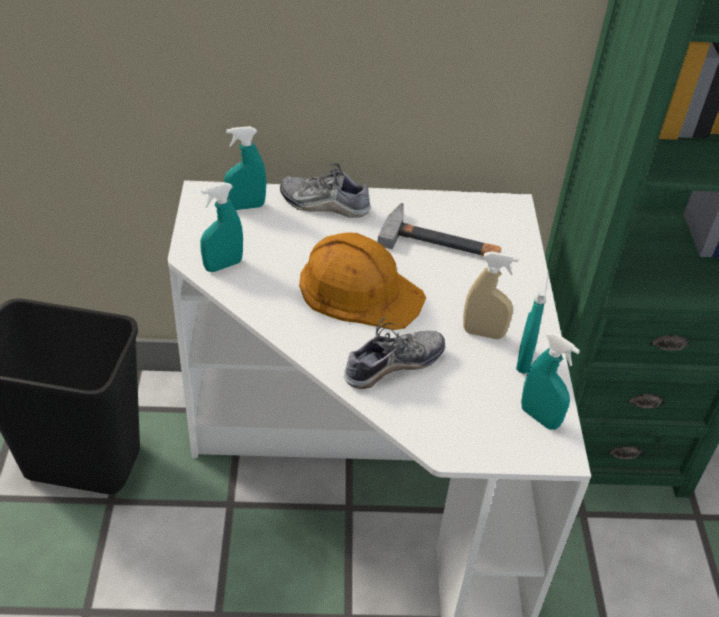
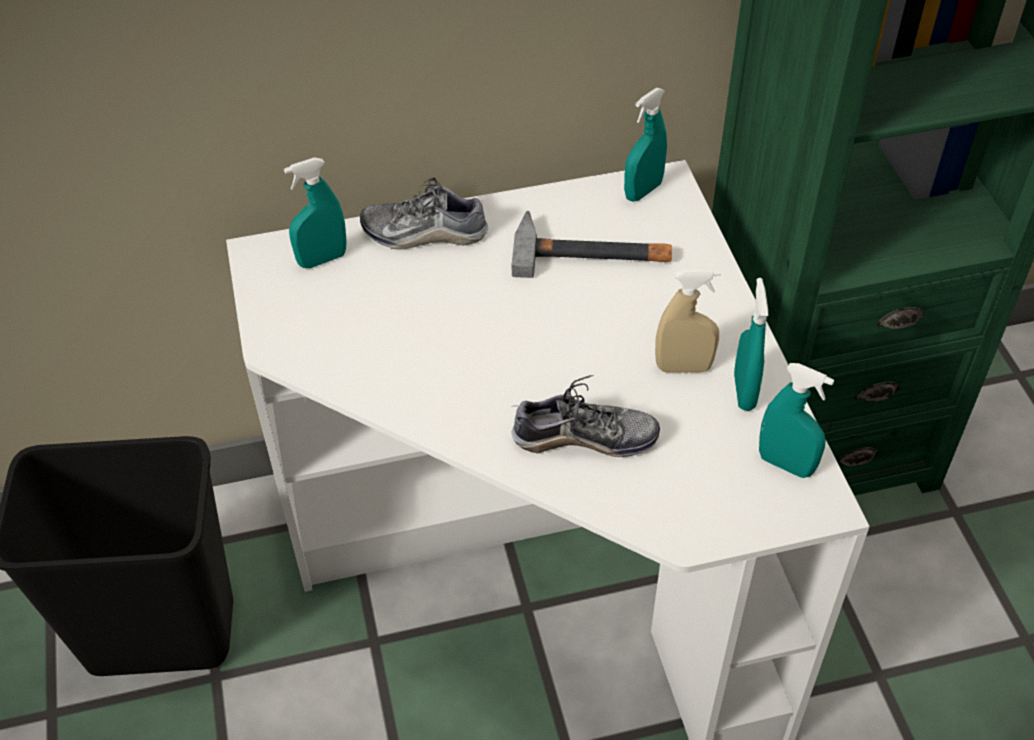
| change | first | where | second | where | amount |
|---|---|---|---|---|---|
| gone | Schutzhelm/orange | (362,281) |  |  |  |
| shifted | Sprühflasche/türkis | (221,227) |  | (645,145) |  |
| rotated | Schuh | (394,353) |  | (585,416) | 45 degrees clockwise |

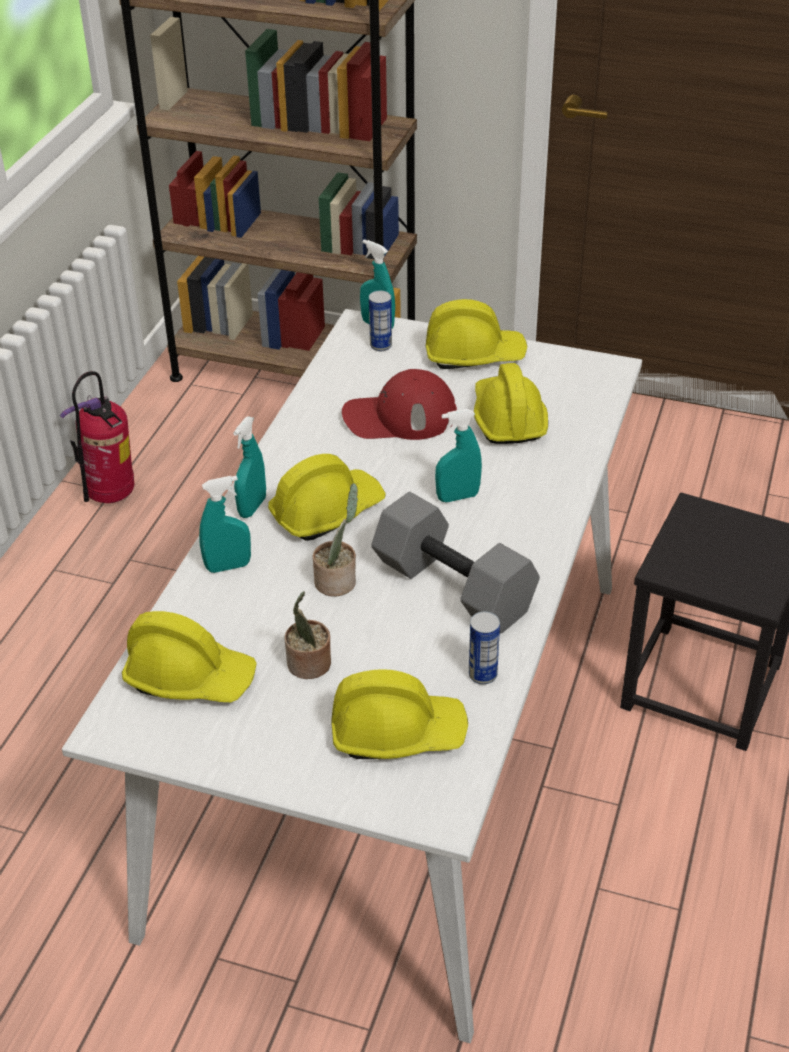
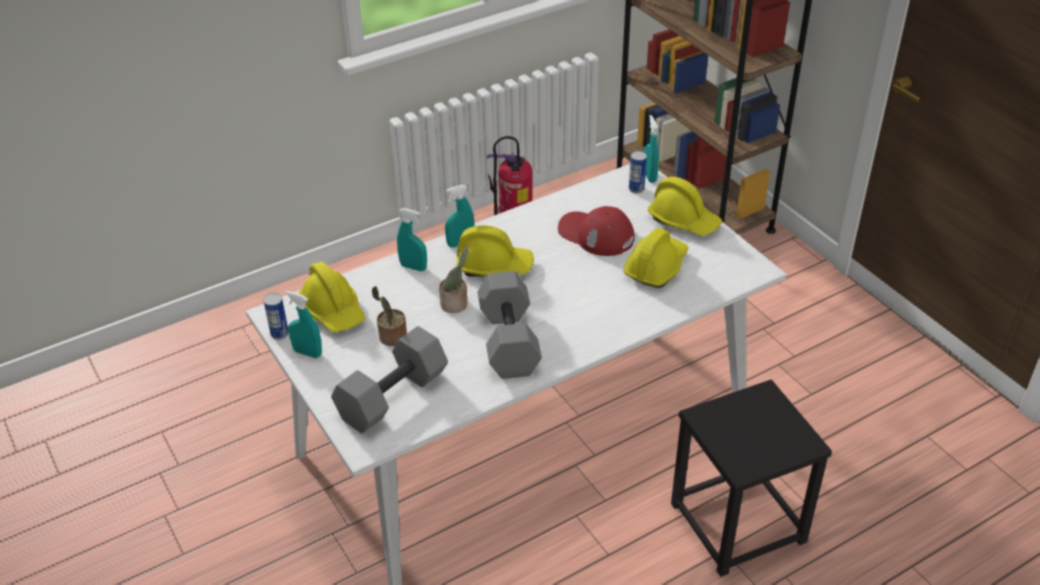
| change | first | where | second | where | amount |
|---|---|---|---|---|---|
| shifted | Sprühflasche/türkis | (458,455) |  | (303,324) |  |
| shifted | Dose | (484,648) |  | (276,316) |  |
| swapped | Schutzhelm/gelb | (399,714) | Hantel/grau | (389,380) |  |

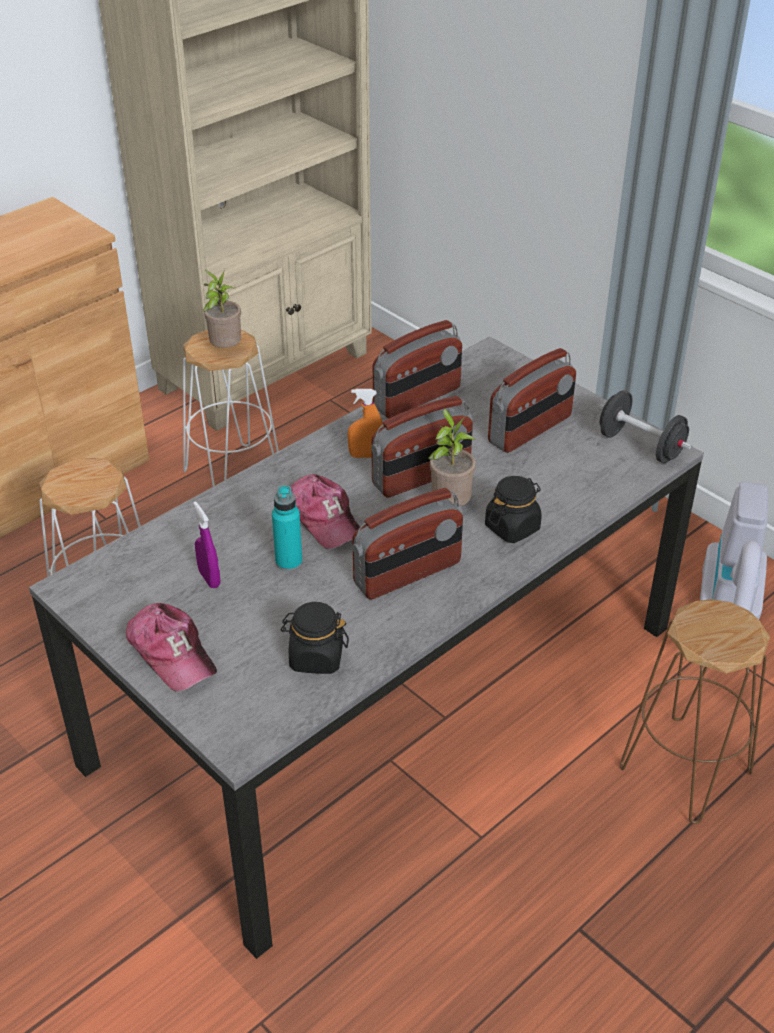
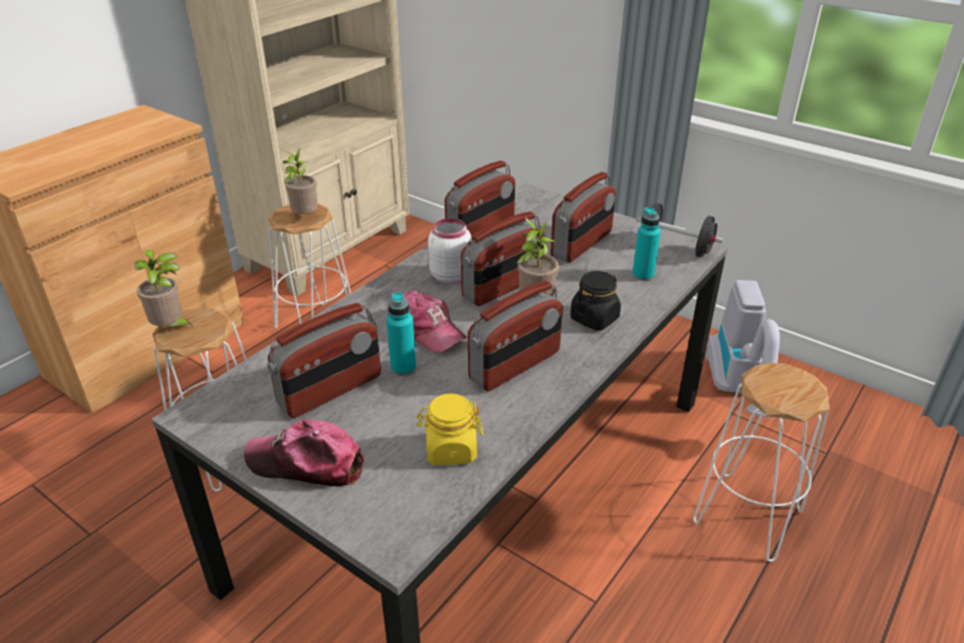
| change | first | where | second | where | amount |
|---|---|---|---|---|---|
| new |  |  | Topfpflanze | (163,288) |  |
| new |  |  | Flasche/türkis | (646,244) |  |
| swapped | Sprühflasche/lila | (206,544) | Radio | (324,360) |  |
| swapped | Sprühflasche/orange | (365,423) | Vorratsglas/weiß | (450,251) |  |
| repainted | Vorratsglas/schwarz | (315,638) | Vorratsglas/gelb | (450,429) |  |
| repainted | Hocker/braun | (695,711) | Hocker/weiß | (761,462) |  |
| rotated | Kappe | (171,647) |  | (304,452) | 150 degrees clockwise |

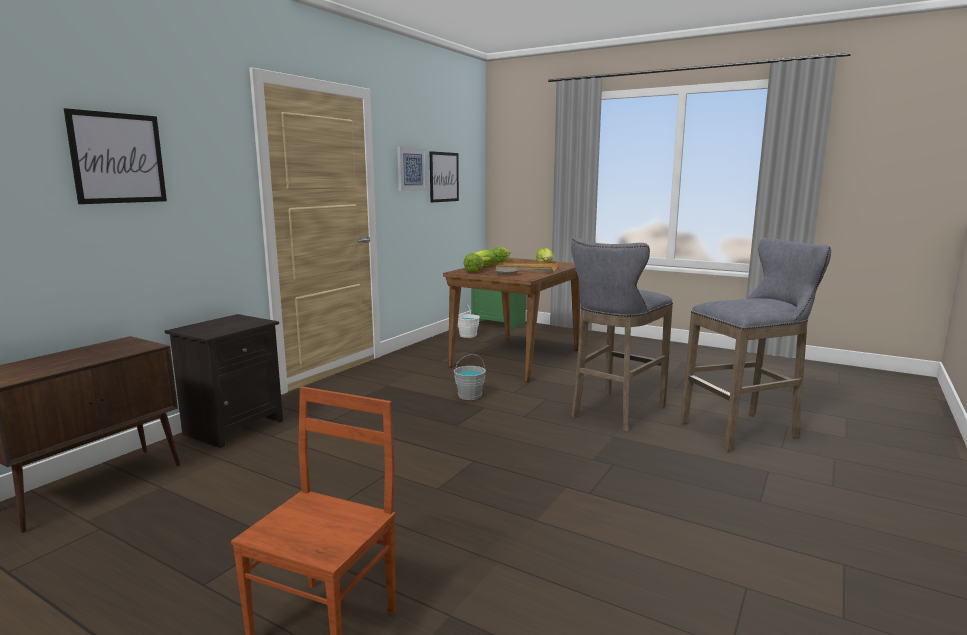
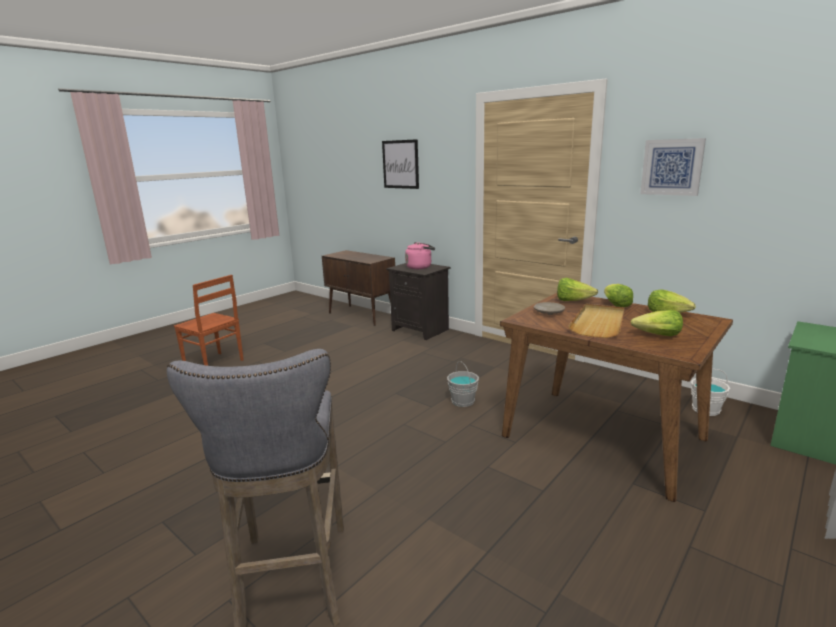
| change | first | where | second | where | amount |
|---|---|---|---|---|---|
| gone | Bild | (444,177) |  |  |  |
| gone | Hocker/grau | (622,335) |  |  |  |
| new |  |  | Wasserkessel/rosa | (420,255) |  |

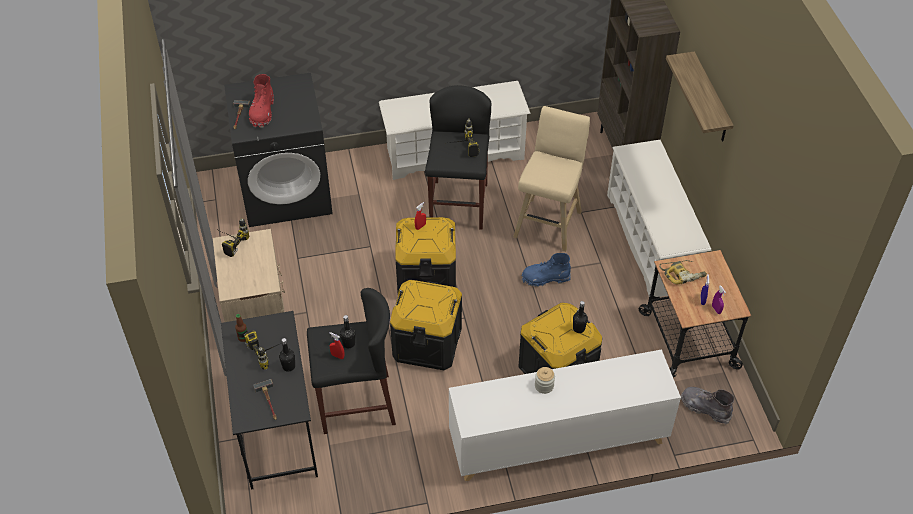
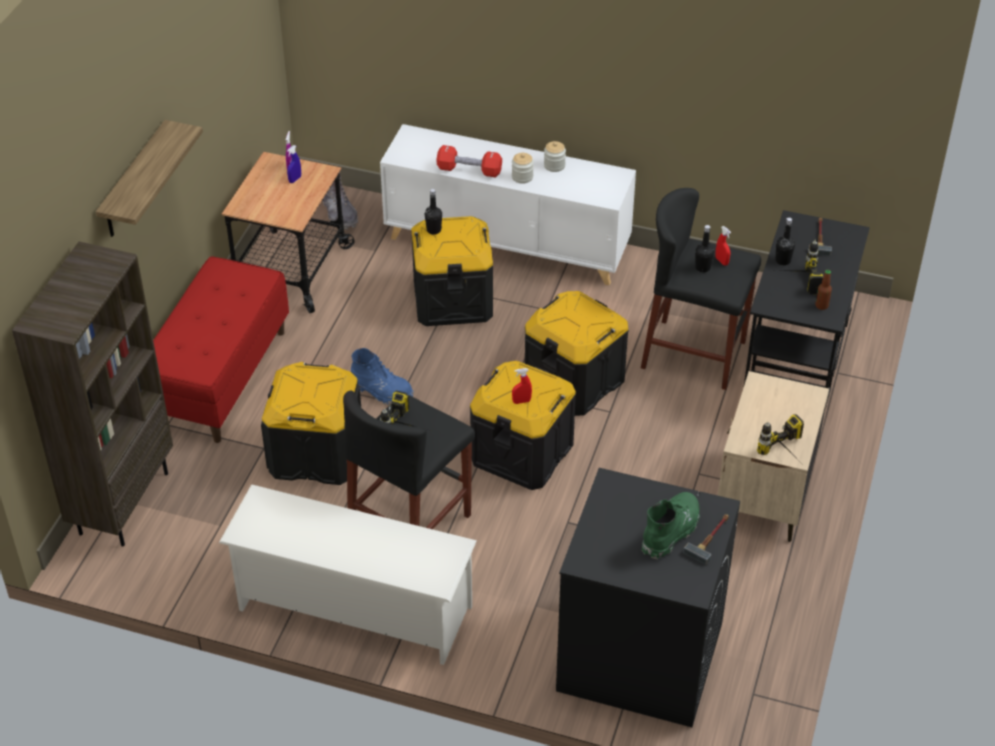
| change | first | where | second | where | amount |
|---|---|---|---|---|---|
| gone | Bohrmaschine | (683,272) |  |  |  |
| new |  |  | Hantel/rot | (469,161) |  |
| new |  |  | Vorratsglas | (555,156) |  |
| swapped | Hocker/beige | (551,179) | Aufbewahrungsbox/schwarz | (311,423) |  |
| swapped | Schuhregal/weiß | (659,218) | Bank/rot | (221,349) |  |
| repainted | Stiefel/rot | (261,101) | Stiefel/grün | (670,525) |  |

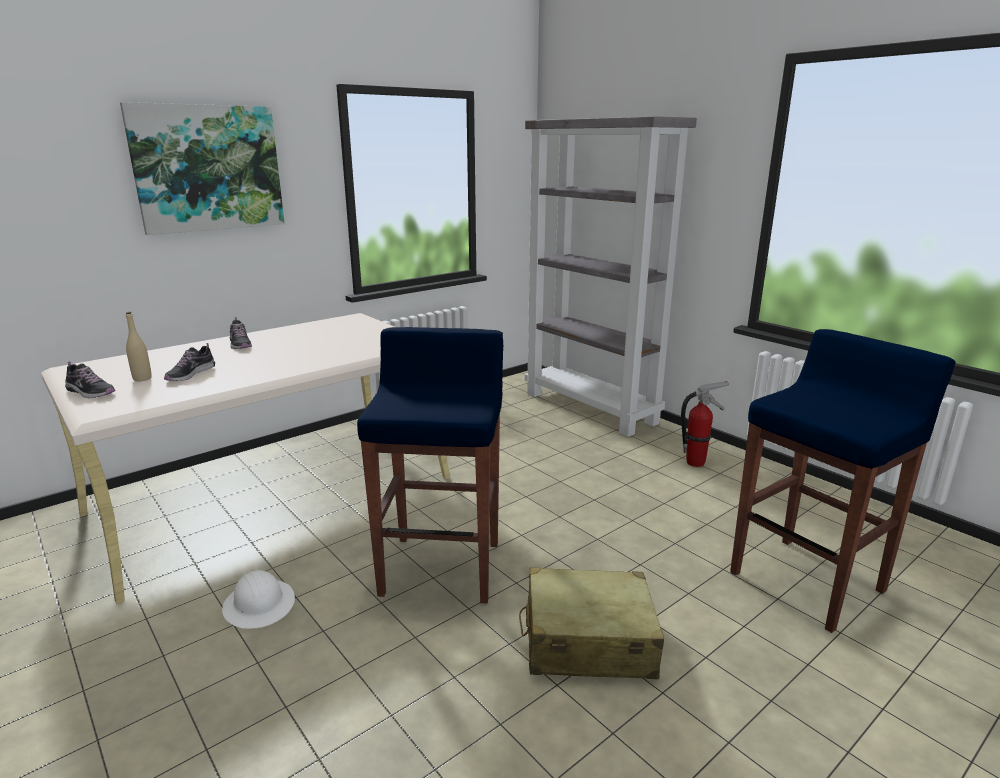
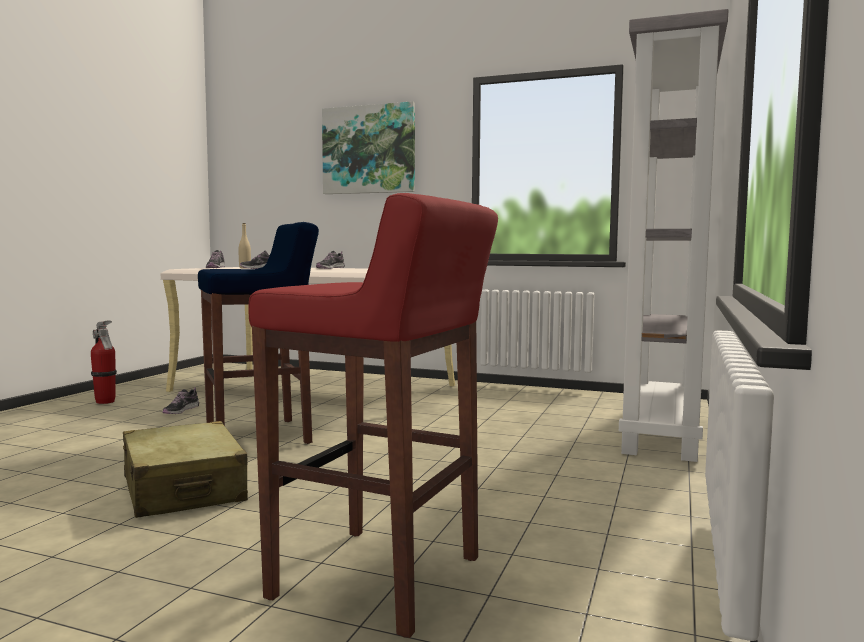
| change | first | where | second | where | amount |
|---|---|---|---|---|---|
| shifted | Feuerlöscher | (705,424) |  | (104,362) |  |
| swapped | Schutzhelm/weiß | (258,599) | Schuh | (180,400) |  |
| repainted | Hocker/blau | (843,481) | Hocker/rot | (373,415) |  |

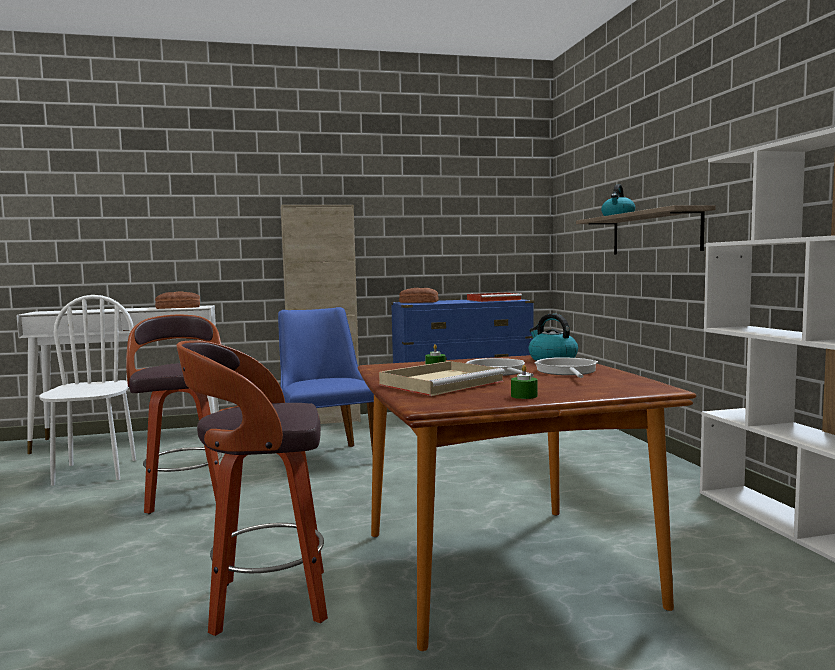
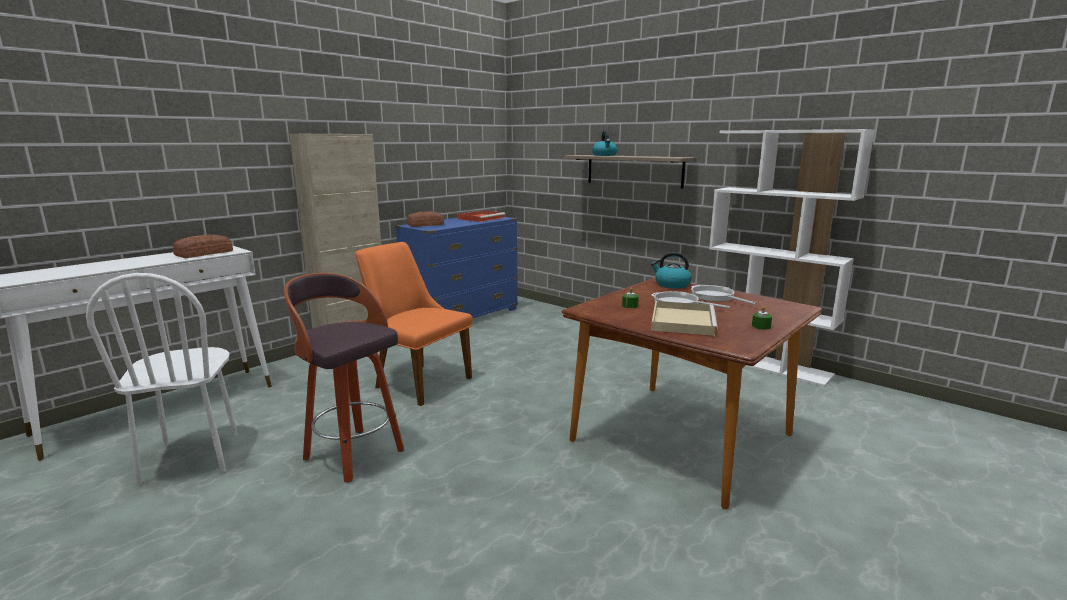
| change | first | where | second | where | amount |
|---|---|---|---|---|---|
| gone | Hocker | (252,488) |  |  |  |
| repainted | Stuhl/blau | (326,381) | Stuhl/orange | (414,324) |  |
| rotated | Stuhl/weiß | (87,390) |  | (162,379) | 150 degrees counterclockwise |

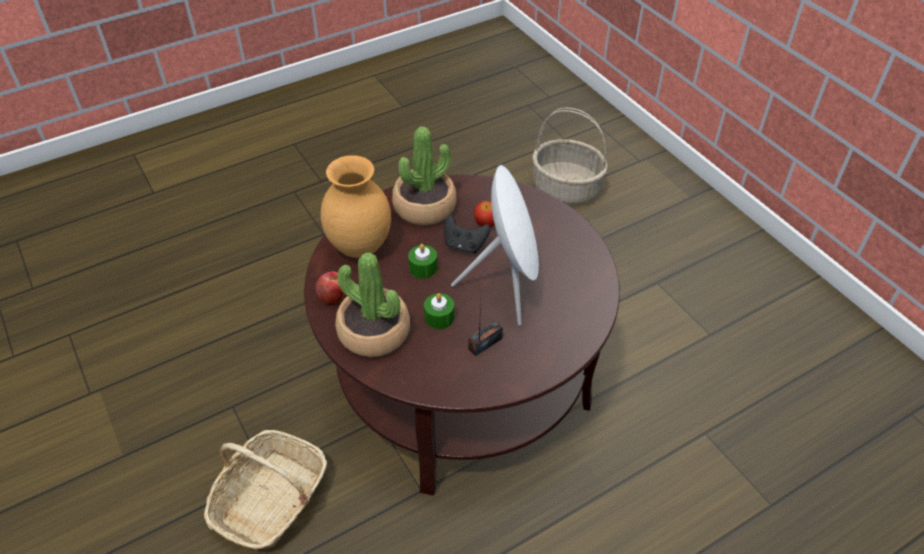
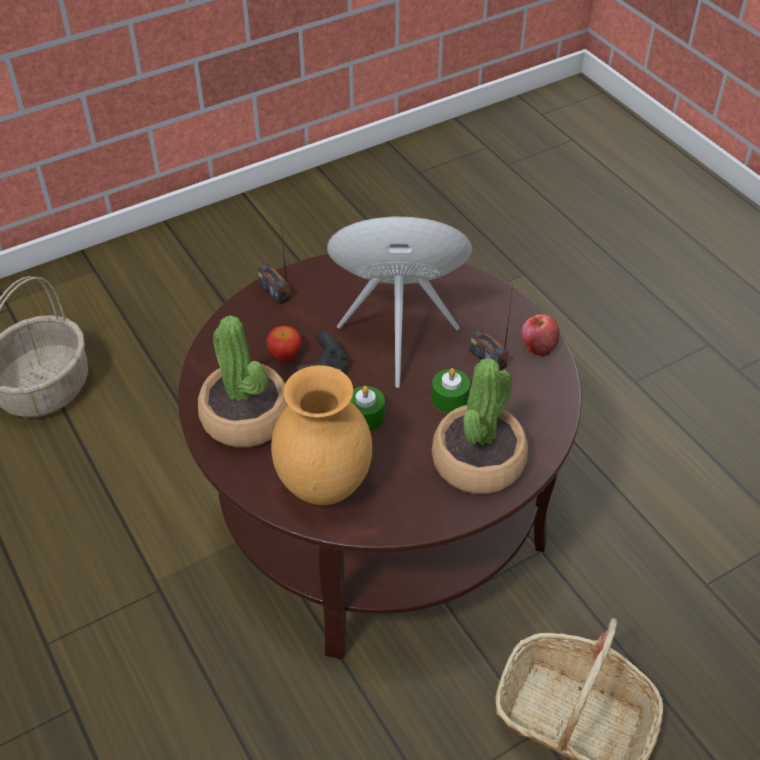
| change | first | where | second | where | amount |
|---|---|---|---|---|---|
| new |  |  | Radio | (273,264) |  |
| shifted | Apfel | (330,288) |  | (540,335) |  |

